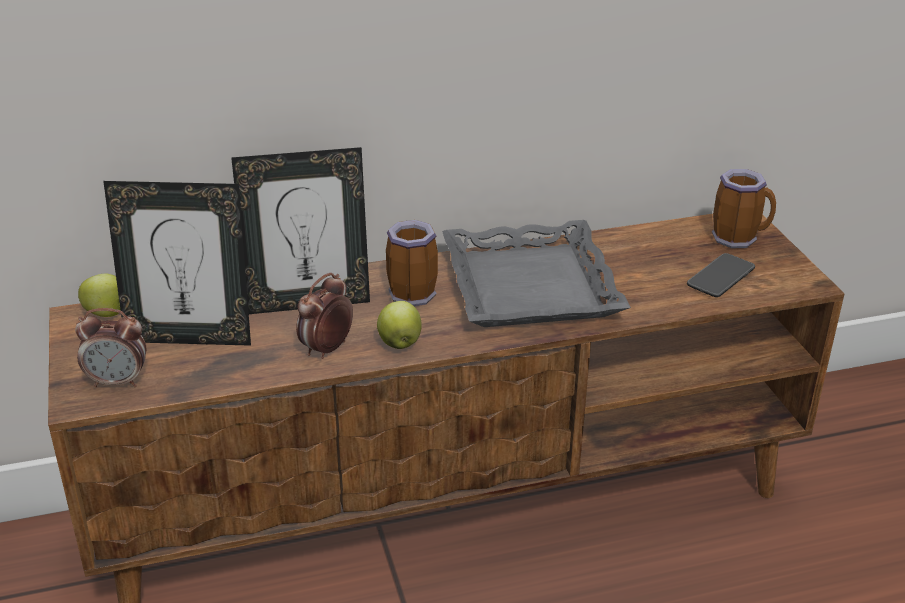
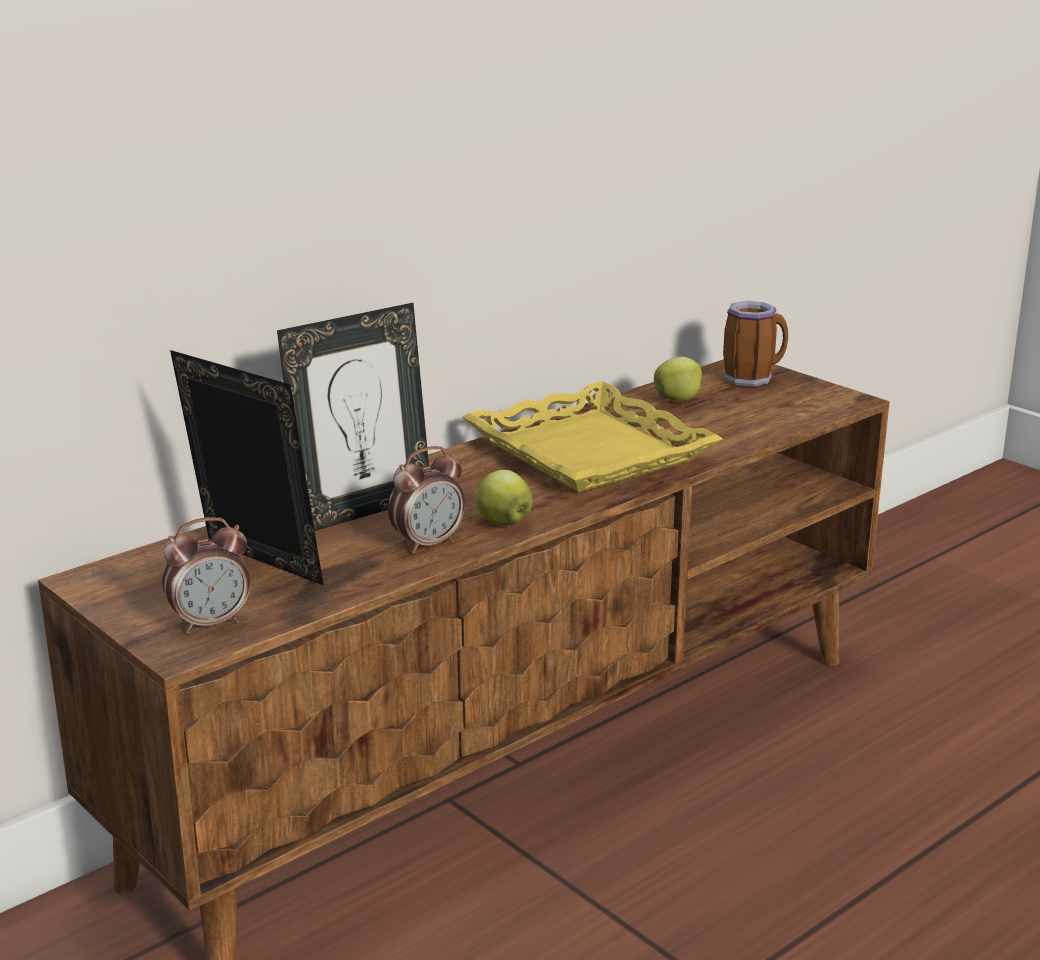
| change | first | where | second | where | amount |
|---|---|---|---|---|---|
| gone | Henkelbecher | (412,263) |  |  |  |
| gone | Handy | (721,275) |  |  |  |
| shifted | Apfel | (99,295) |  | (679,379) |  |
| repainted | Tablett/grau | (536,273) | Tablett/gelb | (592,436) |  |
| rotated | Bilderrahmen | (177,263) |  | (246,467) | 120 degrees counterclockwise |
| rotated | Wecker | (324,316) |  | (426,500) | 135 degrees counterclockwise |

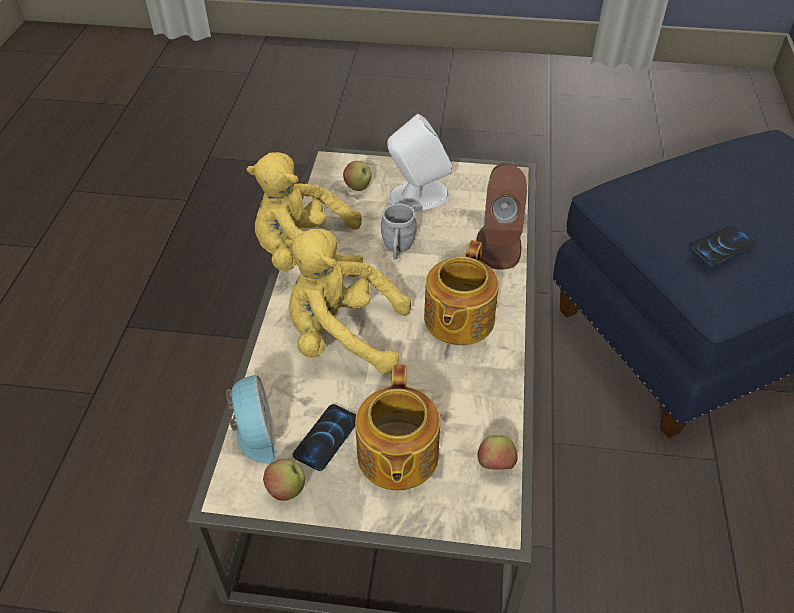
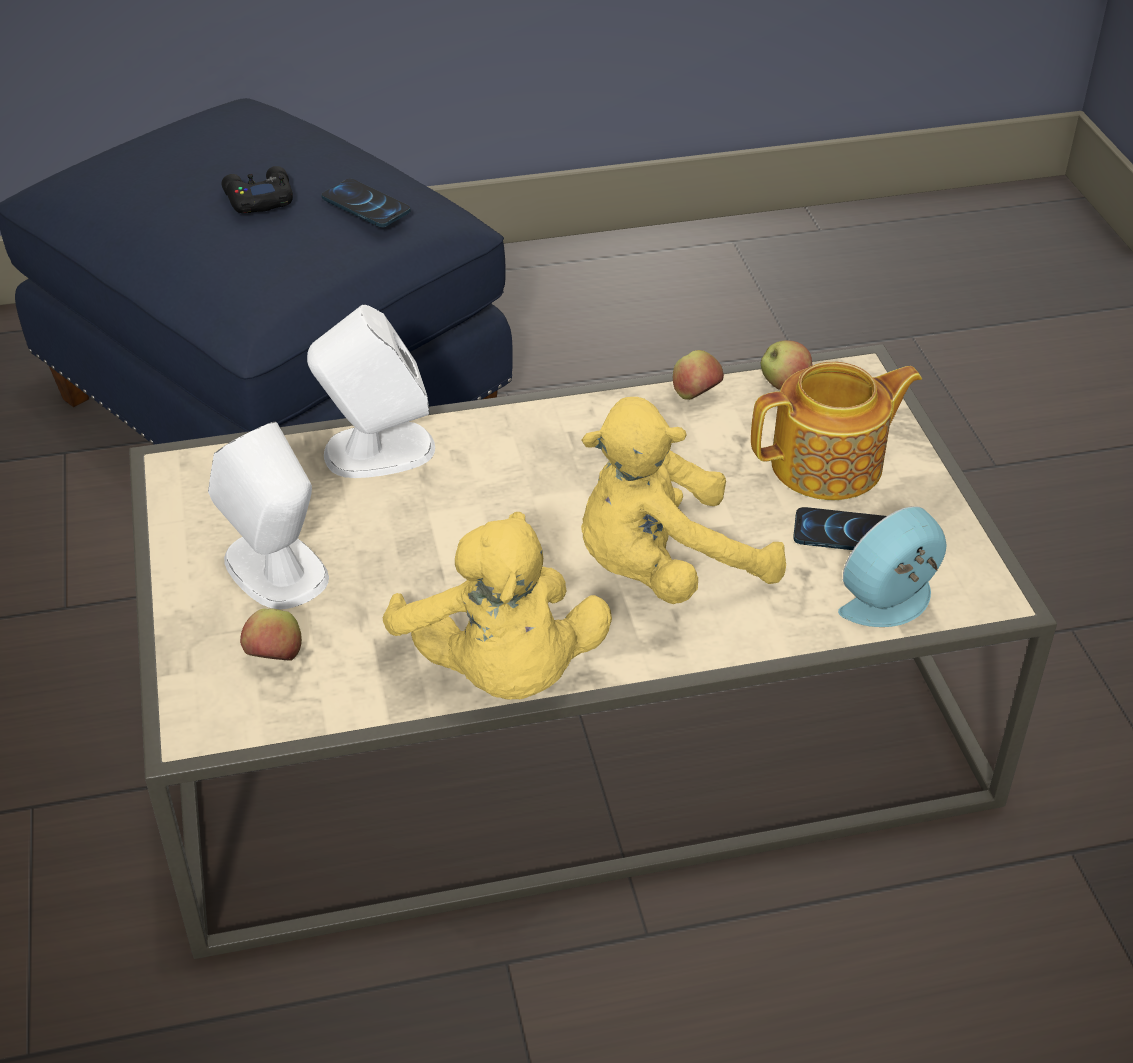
| change | first | where | second | where | amount |
|---|---|---|---|---|---|
| gone | Henkelbecher/grau | (399,232) |  |  |  |
| gone | Teekanne | (461,292) |  |  |  |
| new |  |  | Gamepad/schwarz | (257,189) |  |
| shifted | Apfel | (284,480) |  | (698,375) |  |
| repainted | Lautsprecher/braun | (501,216) | Lautsprecher/weiß | (371,391) |  |
| rotated | Plüschtier/gelb | (348,302) |  | (683,500) | 75 degrees clockwise |

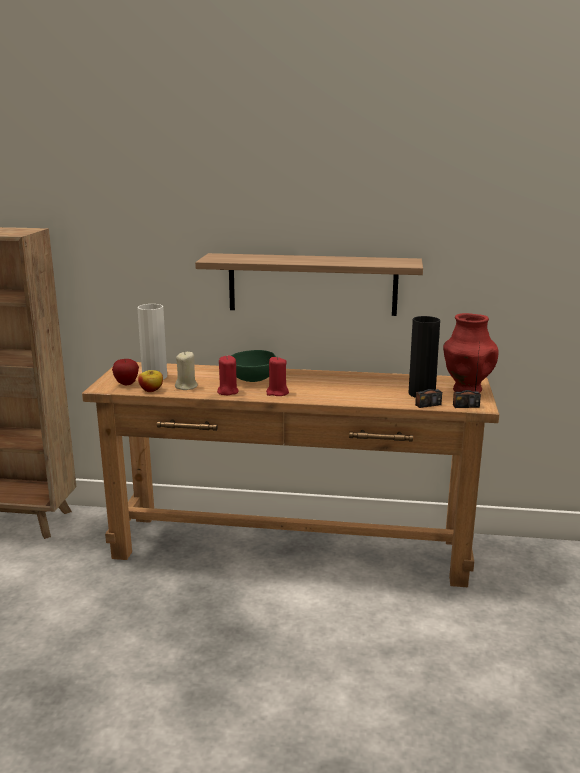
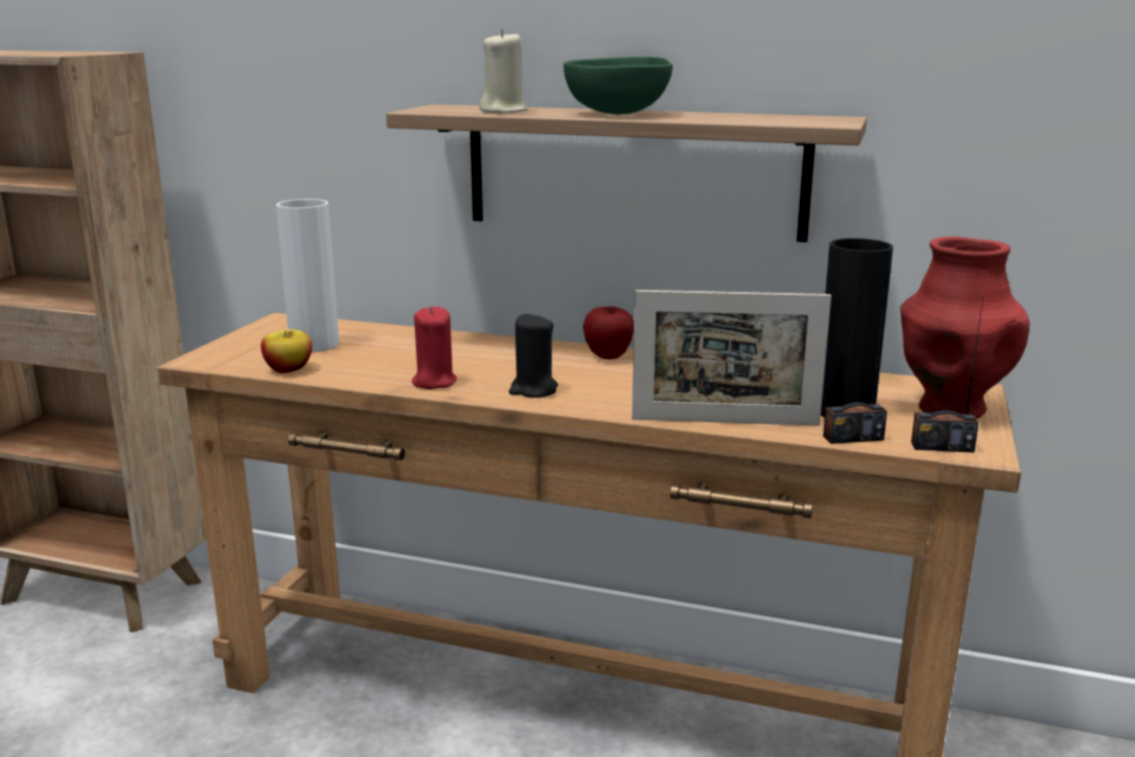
| change | first | where | second | where | amount |
|---|---|---|---|---|---|
| new |  |  | Bilderrahmen | (731,358) |  |
| shifted | Apfel | (125,372) |  | (608,332) |  |
| shifted | Kerze/beige | (186,371) |  | (503,71) |  |
| shifted | Schüssel/grün | (253,366) |  | (618,85) |  |
| repainted | Kerze/rot | (277,376) | Kerze/schwarz | (533,355) |  |

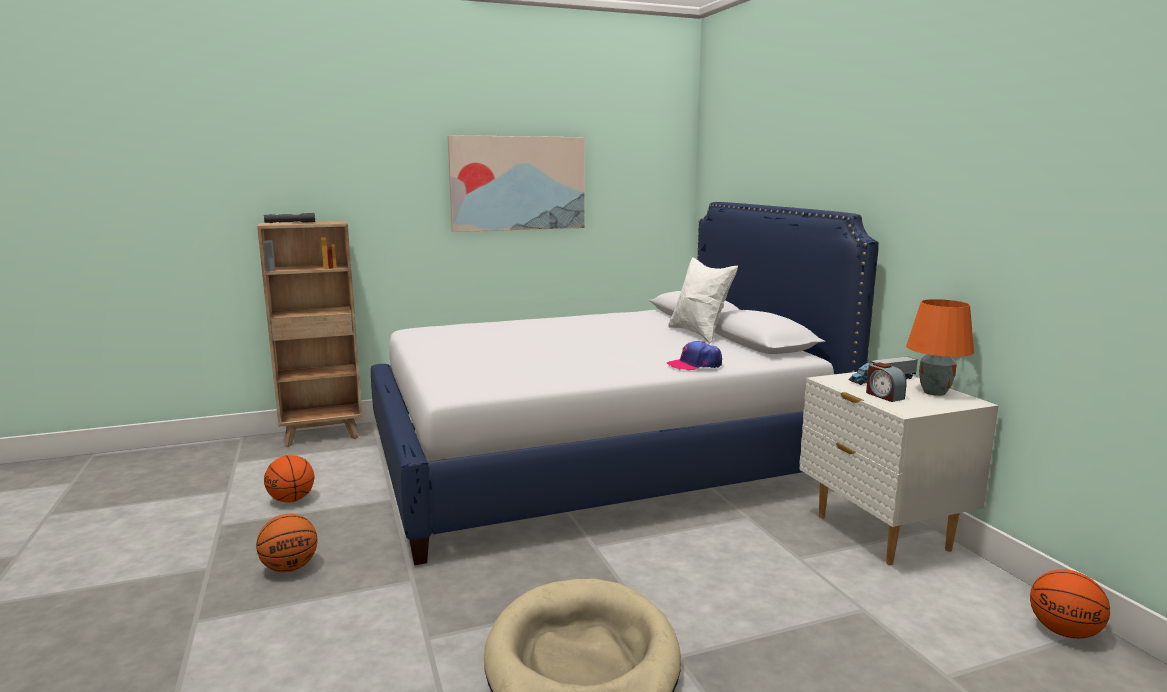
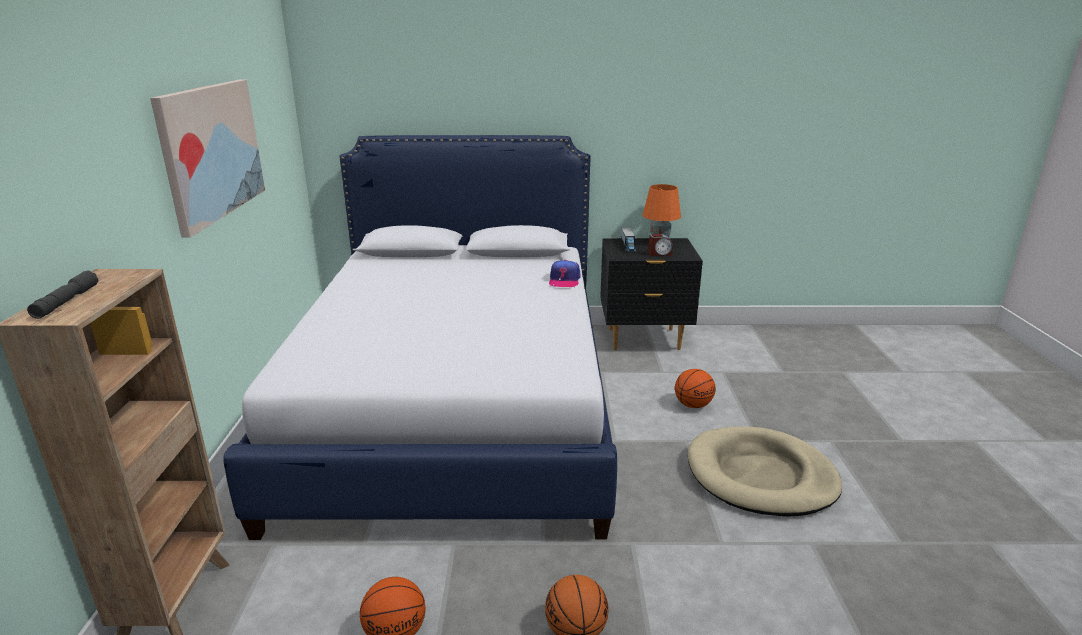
| change | first | where | second | where | amount |
|---|---|---|---|---|---|
| gone | Kissen/weiß | (703,300) |  |  |  |
| shifted | Basketball | (1070,604) |  | (695,388) |  |
| repainted | Nachttisch/weiß | (899,468) | Nachttisch/schwarz | (651,294) |  |

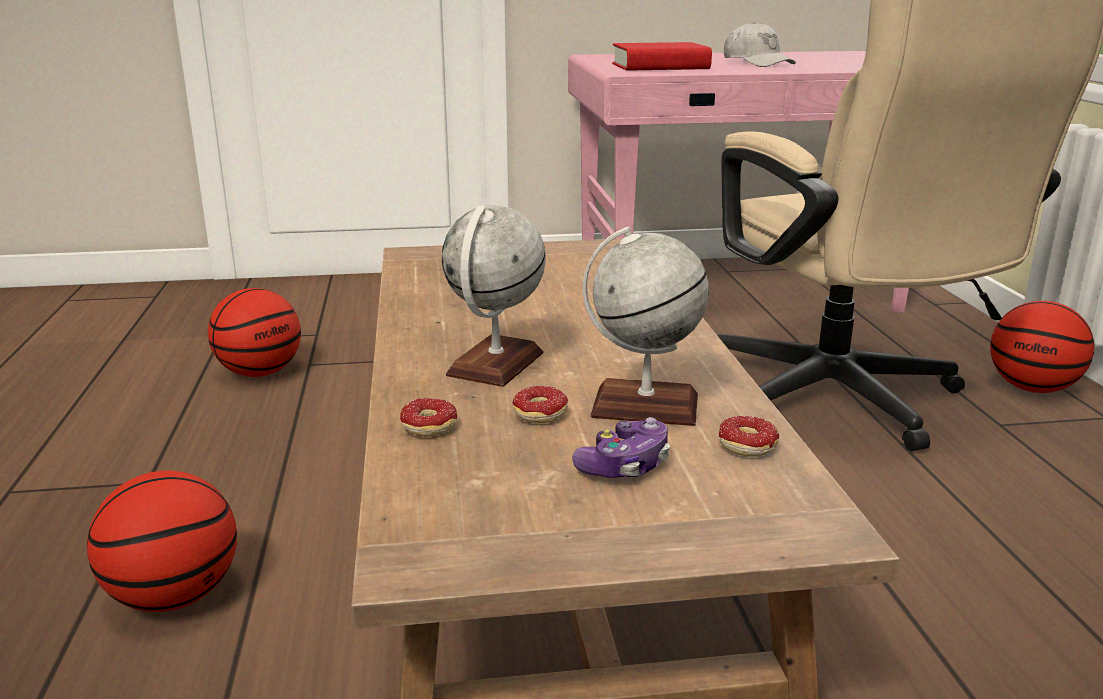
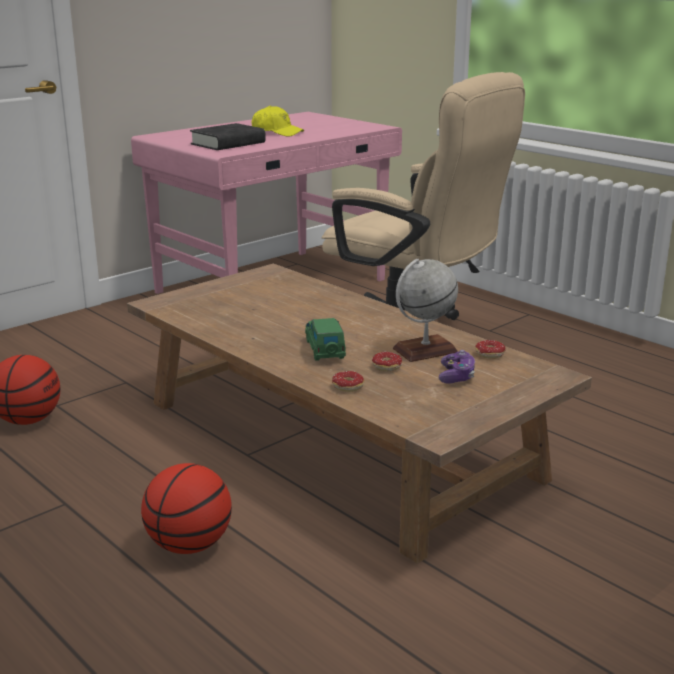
| change | first | where | second | where | amount |
|---|---|---|---|---|---|
| gone | Basketball | (1042,347) |  |  |  |
| swapped | Globus | (494,296) | Spielzeugauto/grün | (325,339) |  |
| repainted | Buch/rot | (662,56) | Buch/schwarz | (228,136) |  |
| repainted | Kappe/weiß | (760,44) | Kappe/gelb | (277,121) |  |

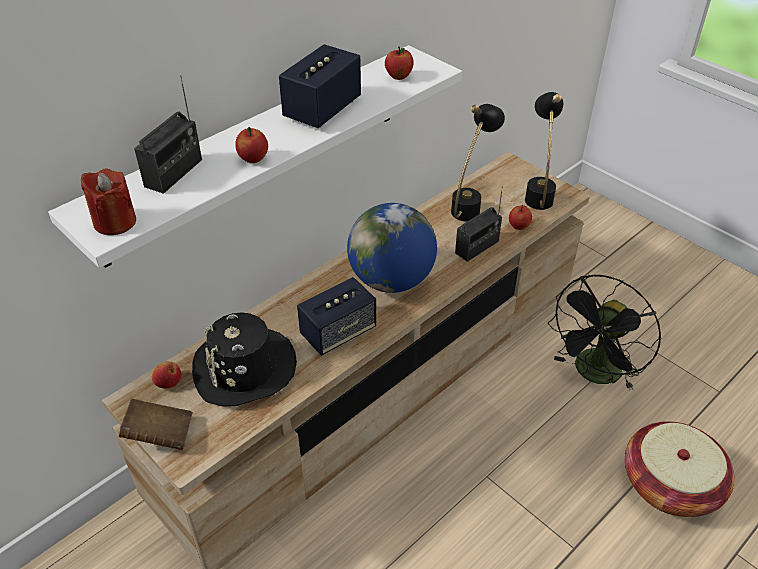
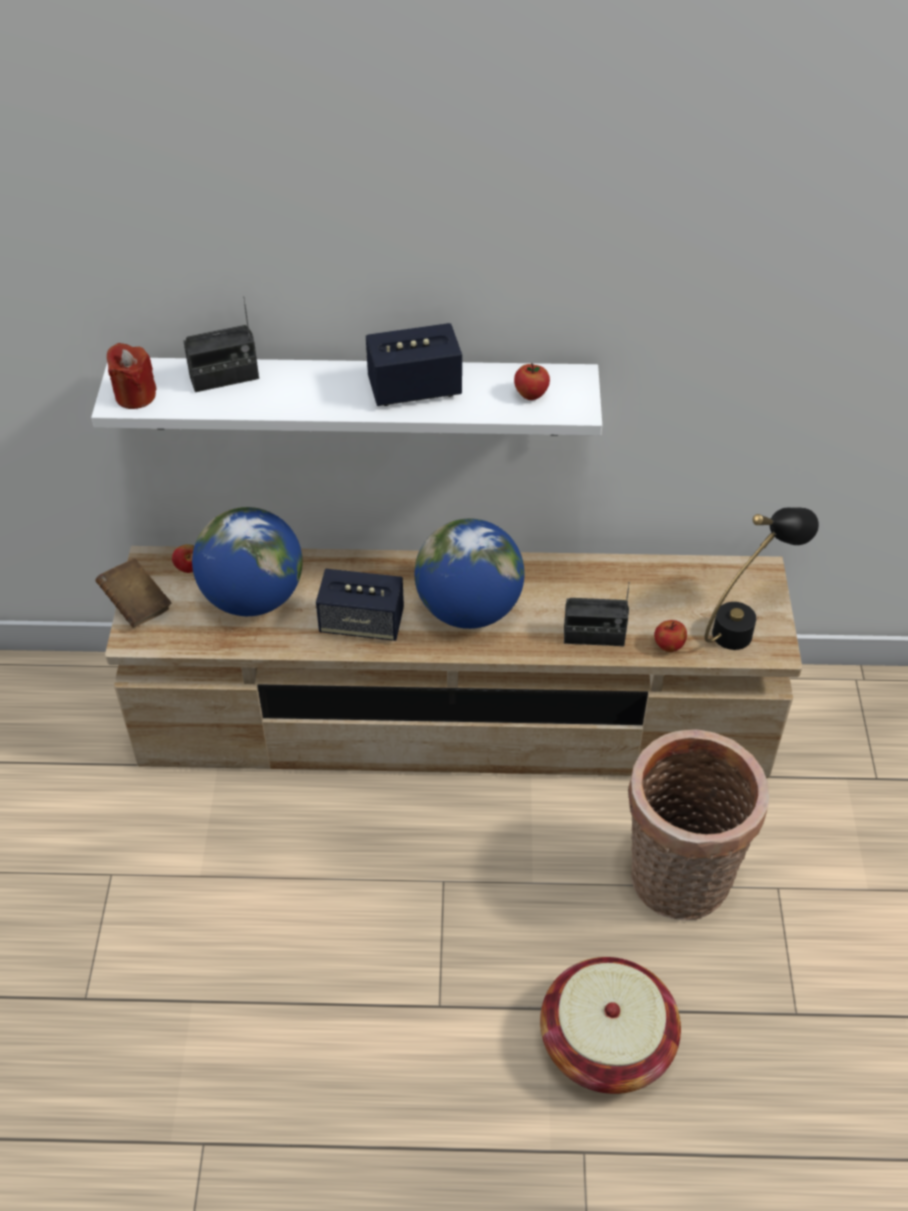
| change | first | where | second | where | amount |
|---|---|---|---|---|---|
| gone | Apfel | (251,145) |  |  |  |
| gone | Tischlampe/schwarz | (478,162) |  |  |  |
| swapped | Hut/schwarz | (244,359) | Globus | (247,561) |  |
| swapped | Ventilator/schwarz | (604,332) | Korb | (698,825) |  |

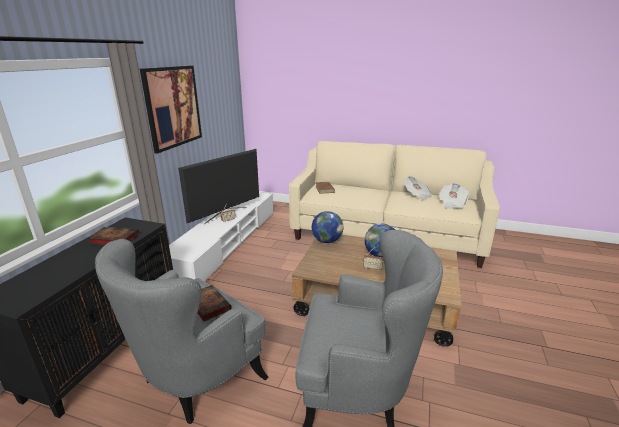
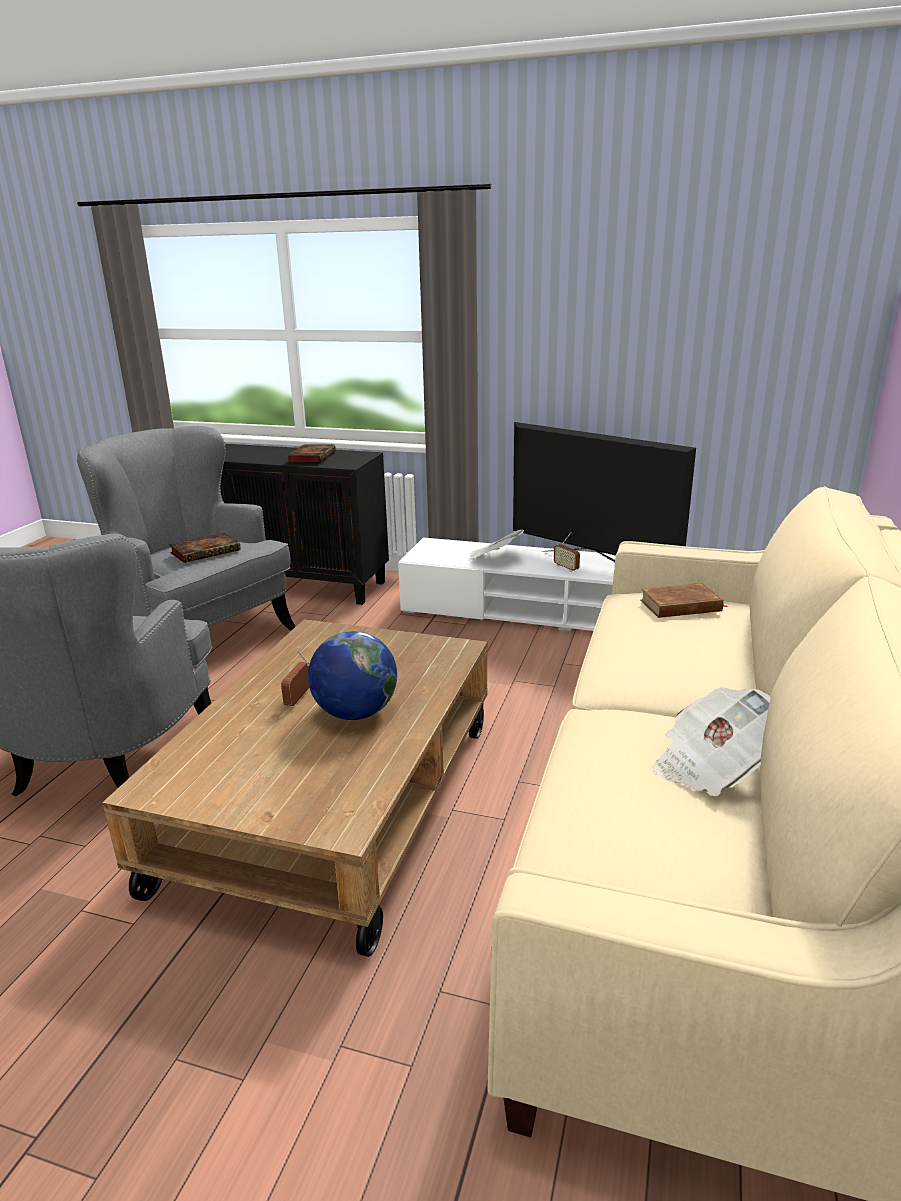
| change | first | where | second | where | amount |
|---|---|---|---|---|---|
| gone | Bild | (171,110) |  |  |  |
| gone | Globus | (327,227) |  |  |  |
| shifted | Zeitung | (454,196) |  | (496,545) |  |

